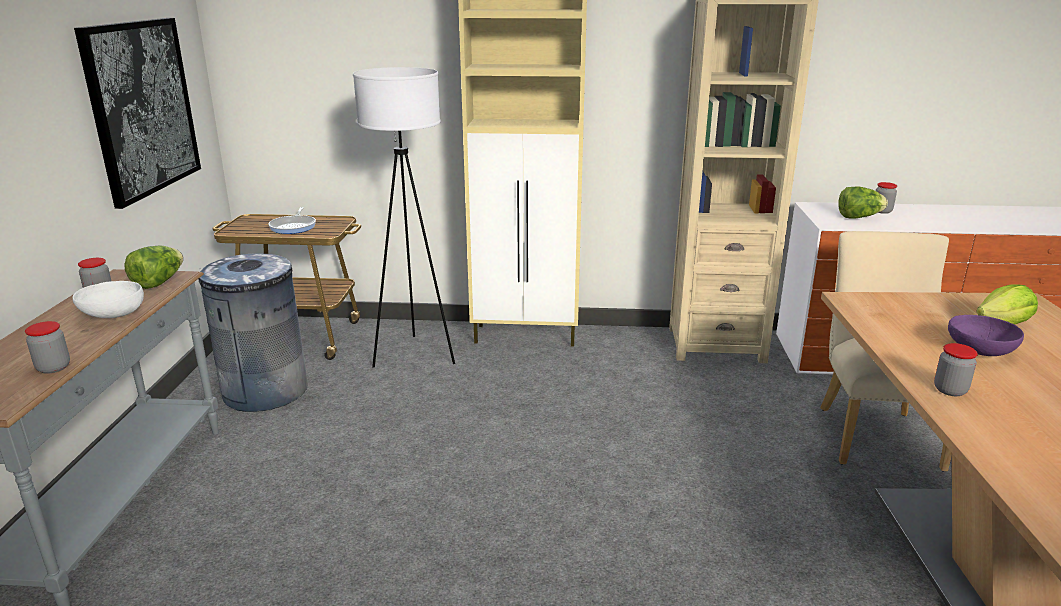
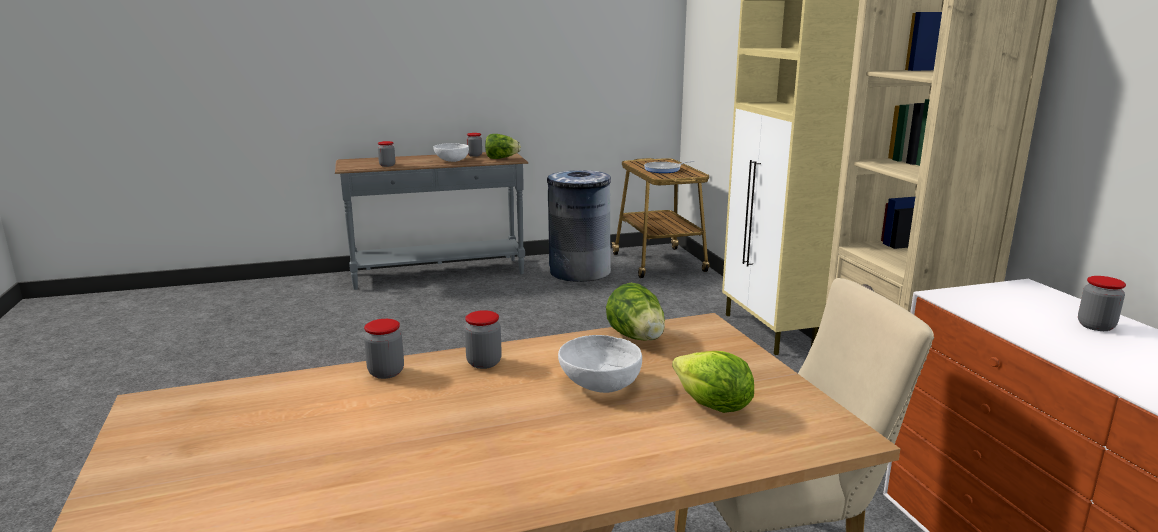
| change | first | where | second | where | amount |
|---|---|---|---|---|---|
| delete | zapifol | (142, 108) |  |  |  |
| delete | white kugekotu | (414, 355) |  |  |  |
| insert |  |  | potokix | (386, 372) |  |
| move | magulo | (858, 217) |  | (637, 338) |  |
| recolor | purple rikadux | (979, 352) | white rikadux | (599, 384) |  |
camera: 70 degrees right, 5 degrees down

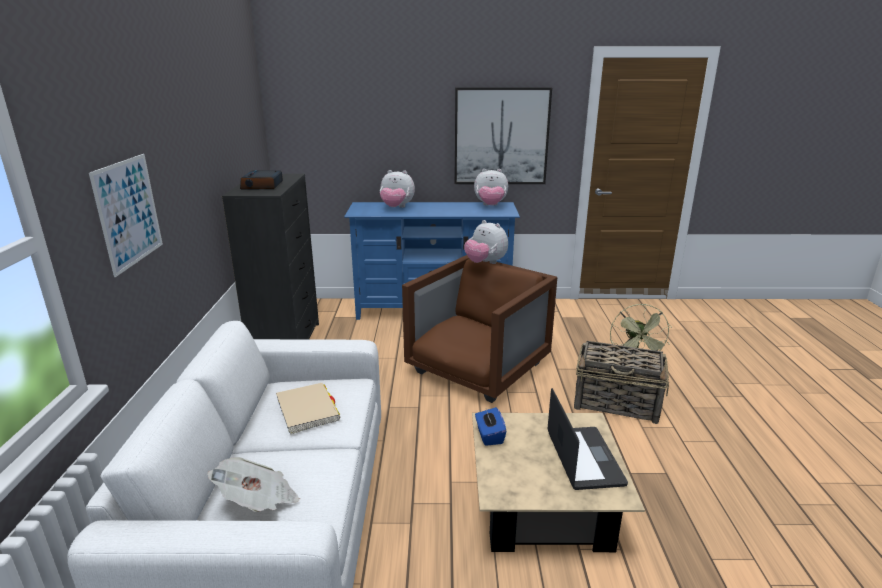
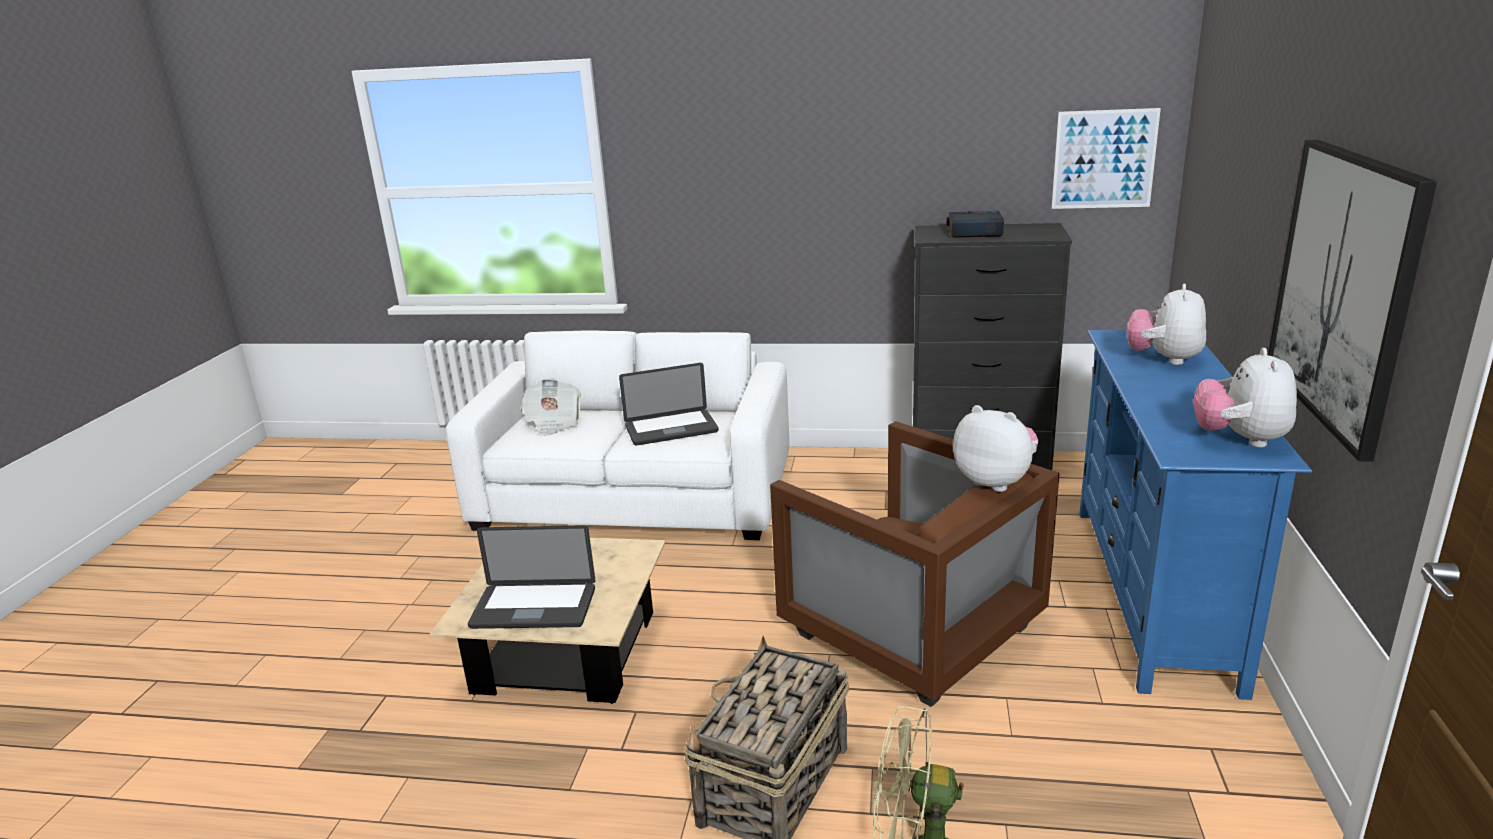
| change | first | where | second | where | amount |
|---|---|---|---|---|---|
| delete | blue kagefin | (489, 436) |  |  |  |
| move | zapifol | (129, 212) |  | (1104, 159) |  |
| replace | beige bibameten | (307, 410) | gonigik | (671, 429) |  |
| rotate | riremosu | (485, 263) |  | (995, 481) | 75 degrees clockwise |
camera: 100 degrees right, 0 degrees up

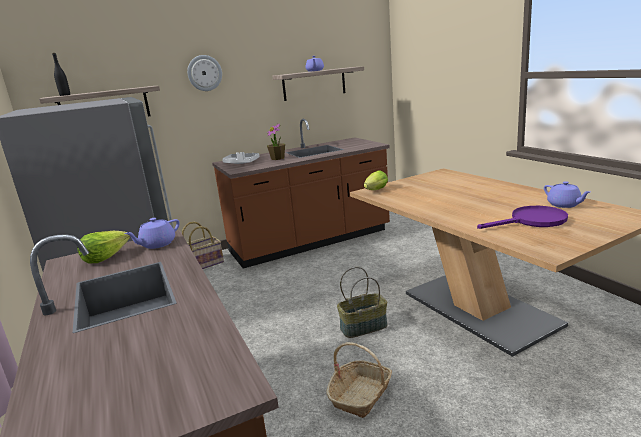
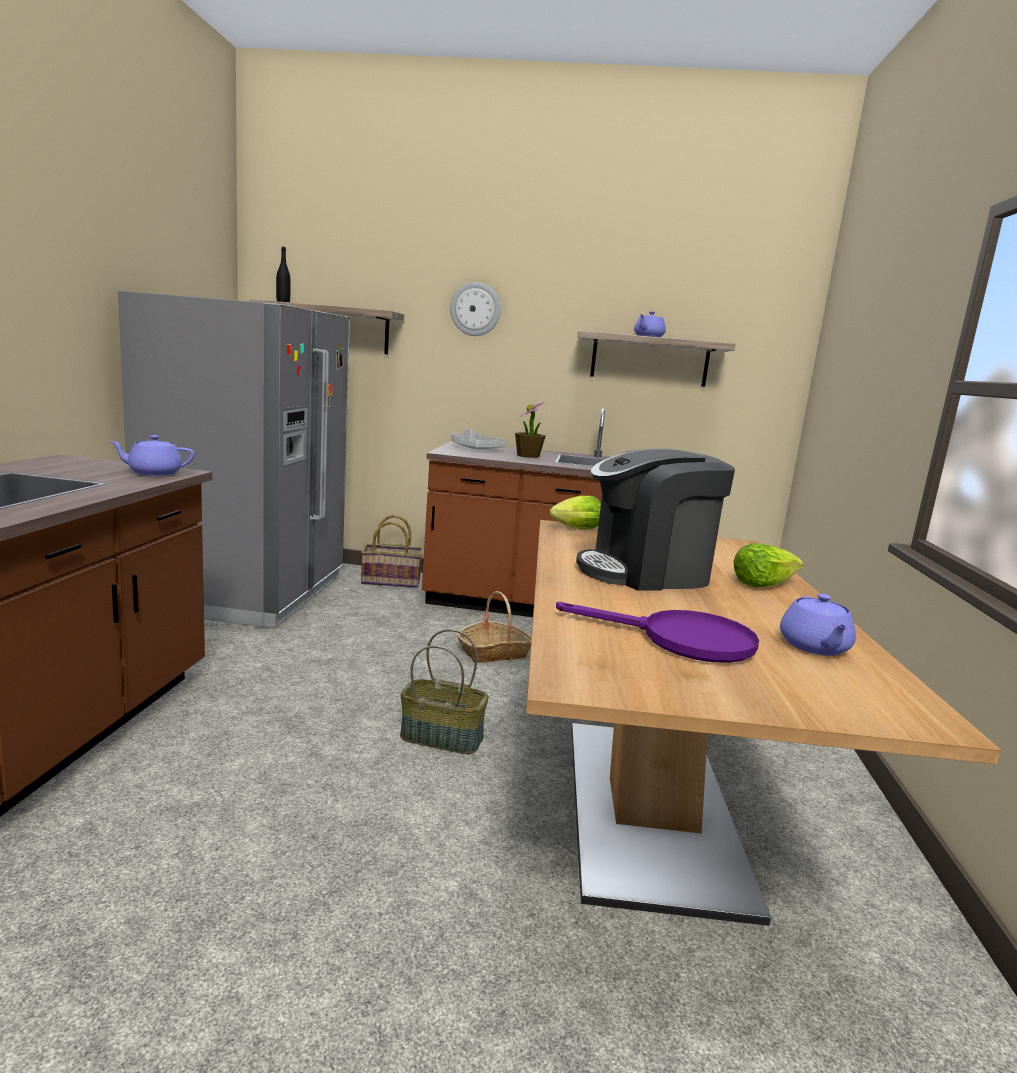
| change | first | where | second | where | amount |
|---|---|---|---|---|---|
| insert |  |  | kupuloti | (646, 572) |  |
| move | magulo | (105, 257) |  | (762, 584) |  |
| move | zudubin | (361, 395) |  | (494, 652) |  |
camera: 30 degrees right, 5 degrees down

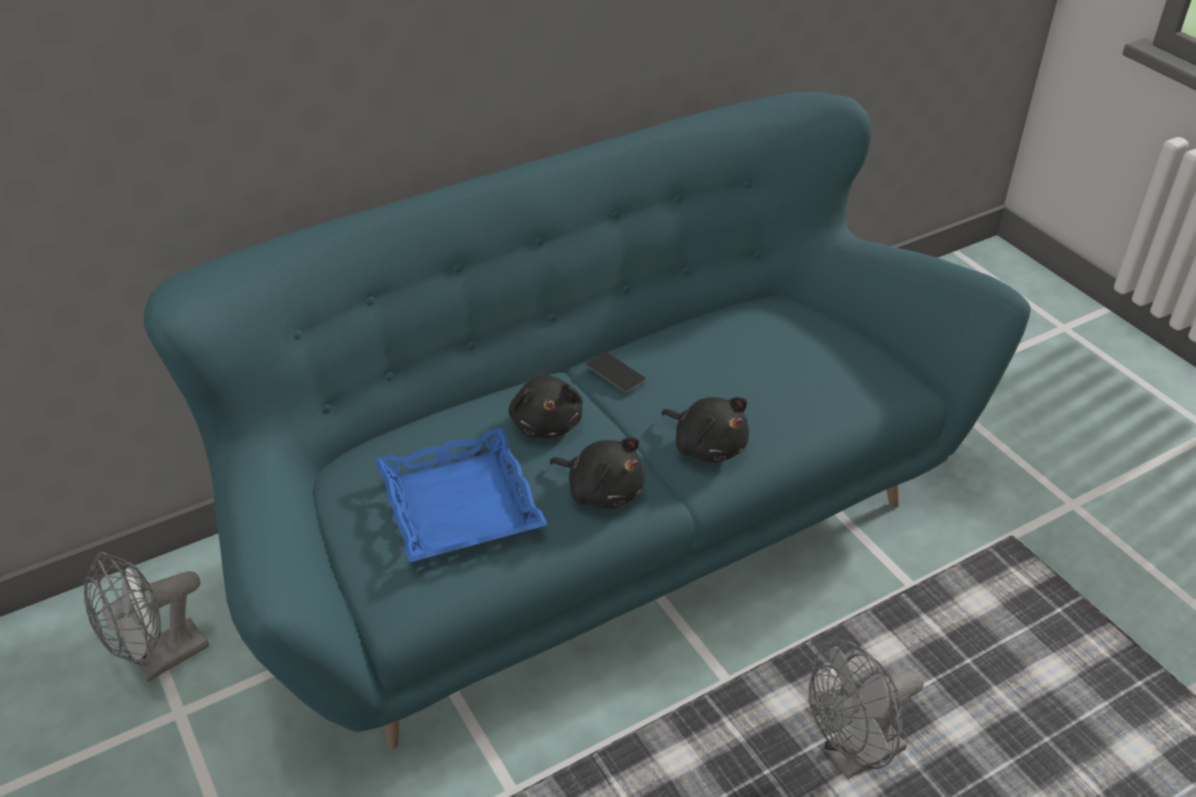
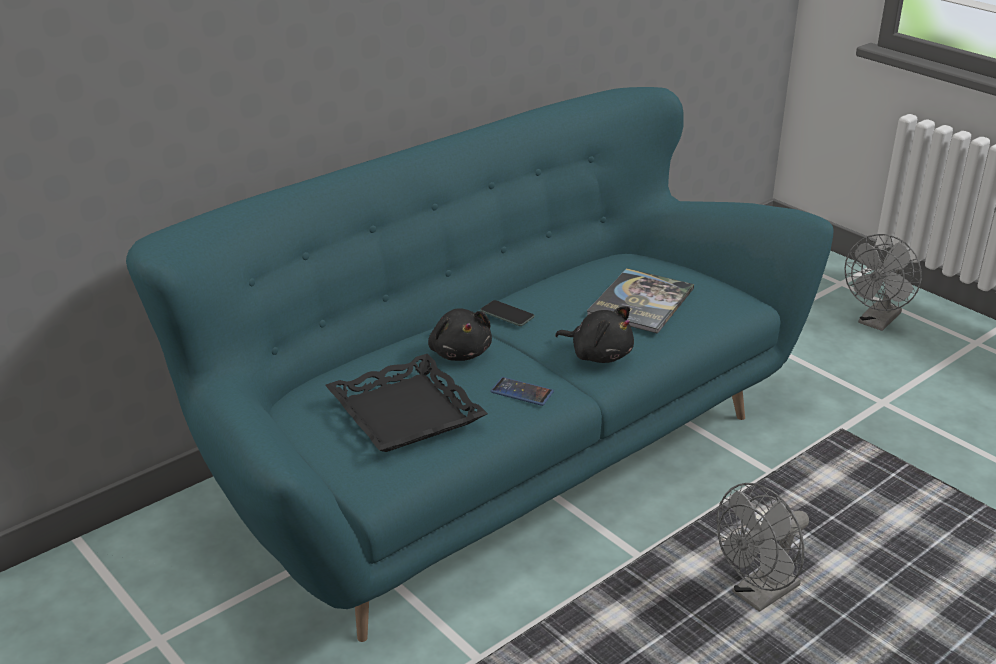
| change | first | where | second | where | amount |
|---|---|---|---|---|---|
| insert |  |  | bibameten | (641, 302) |  |
| move | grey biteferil | (159, 660) |  | (876, 322) |  |
| replace | black riremosu | (602, 490) | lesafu | (522, 392) |  |
| recolor | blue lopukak | (461, 504) | black lopukak | (407, 413) |  |
camera: 10 degrees left, 10 degrees down

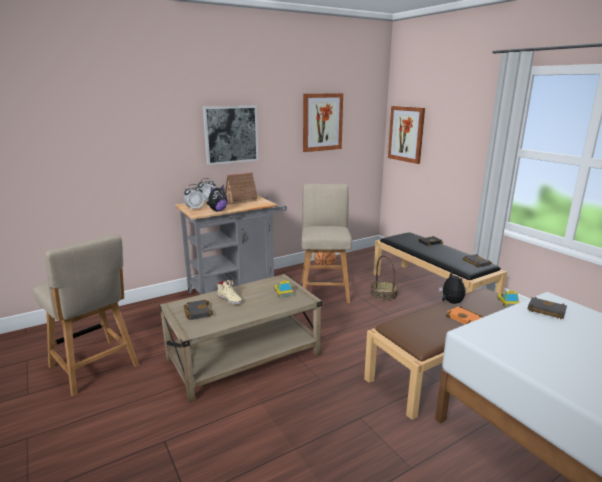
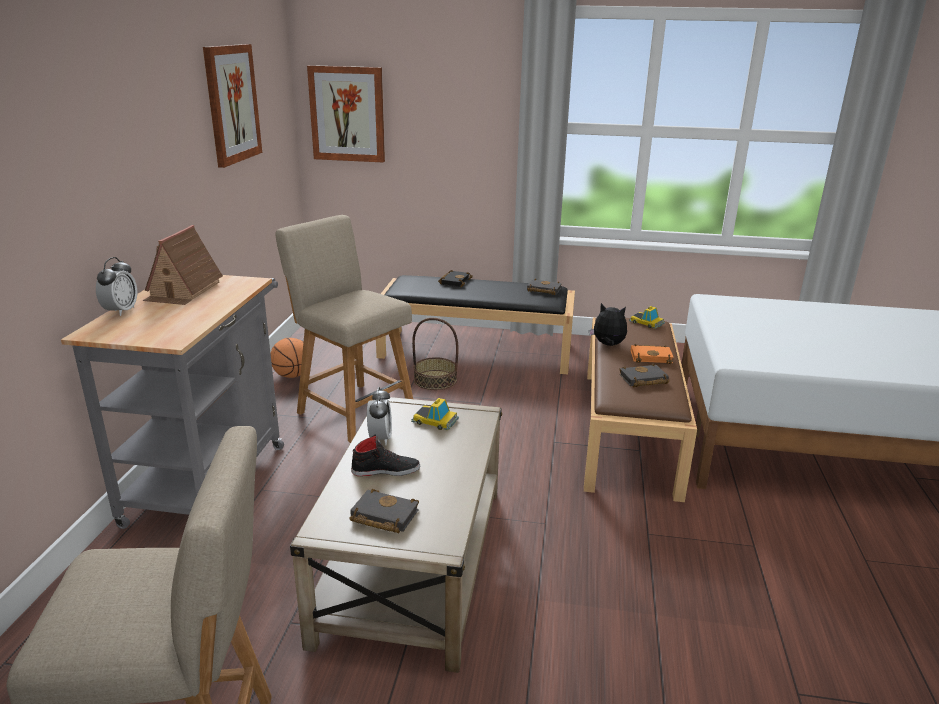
| change | first | where | second | where | amount |
|---|---|---|---|---|---|
| delete | zapifol | (231, 134) |  |  |  |
| delete | riremosu | (217, 210) |  |  |  |
| move | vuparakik | (194, 208) |  | (380, 439) |  |
| move | black bibameten | (545, 311) |  | (643, 380) |  |
| recolor | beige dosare | (230, 299) | black dosare | (386, 470) |  |
camera: 50 degrees left, 5 degrees up

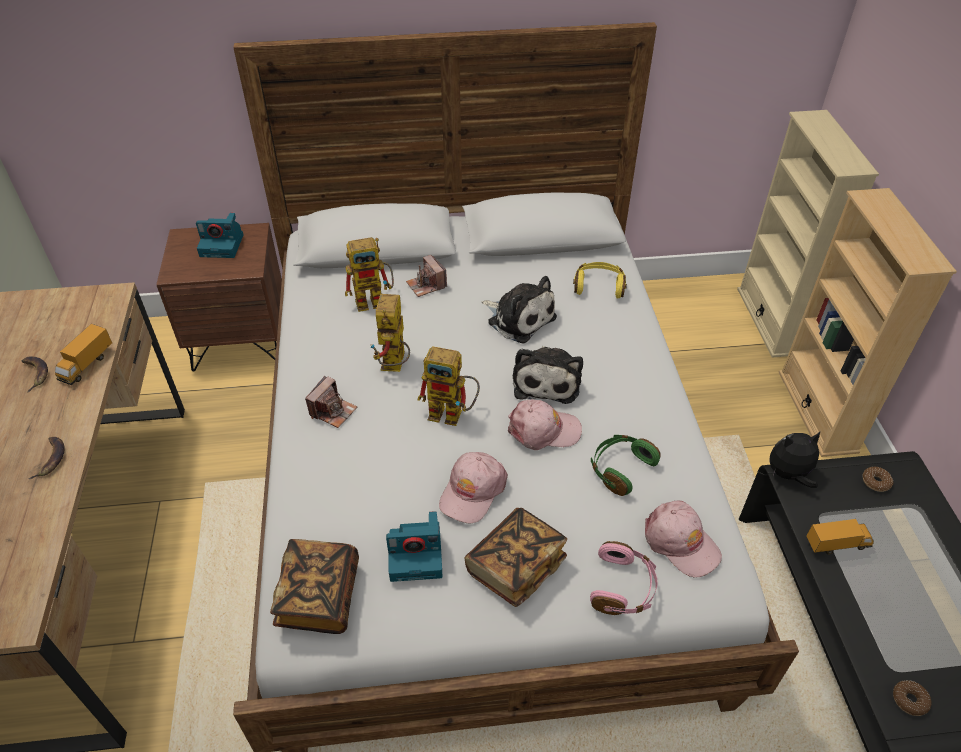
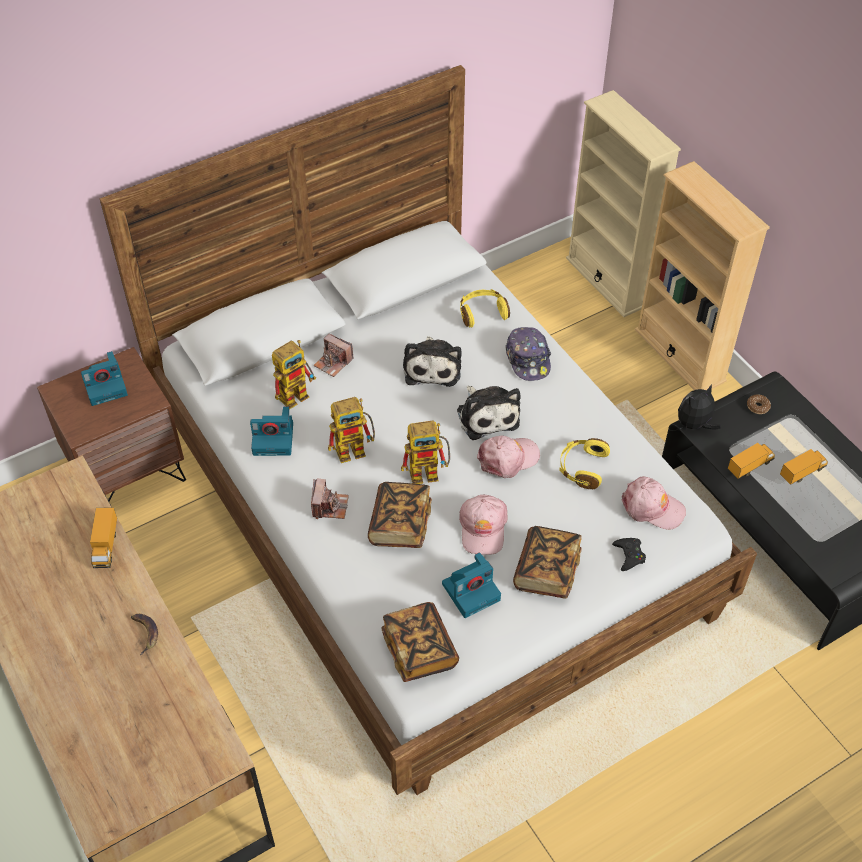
| change | first | where | second | where | amount |
|---|---|---|---|---|---|
| delete | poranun | (35, 373) |  |  |  |
| delete | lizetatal | (909, 700) |  |  |  |
| insert |  |  | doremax | (274, 438) |  |
| insert |  |  | bibameten | (400, 524) |  |
| insert |  |  | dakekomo | (528, 359) |  |
| insert |  |  | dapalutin | (802, 473) |  |
| replace | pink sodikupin | (623, 587) | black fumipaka | (629, 555) |  |
| recolor | green sodikupin | (620, 468) | yellow sodikupin | (582, 468) |  |
| rotate | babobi | (395, 366) |  | (356, 448) | 90 degrees counterclockwise |
| rotate | riremosu | (519, 318) |  | (432, 367) | 75 degrees clockwise |
camera: 25 degrees left, 5 degrees up

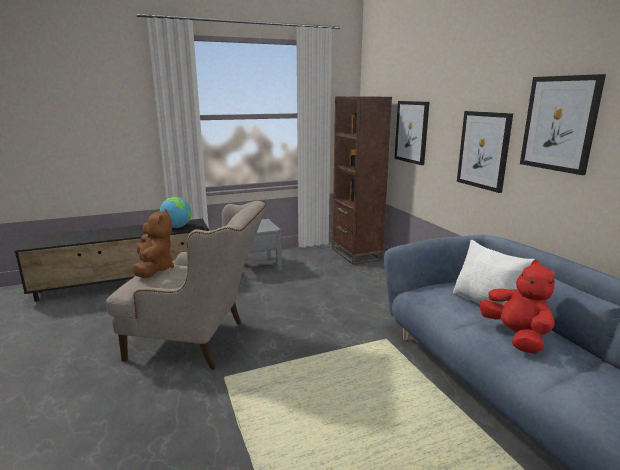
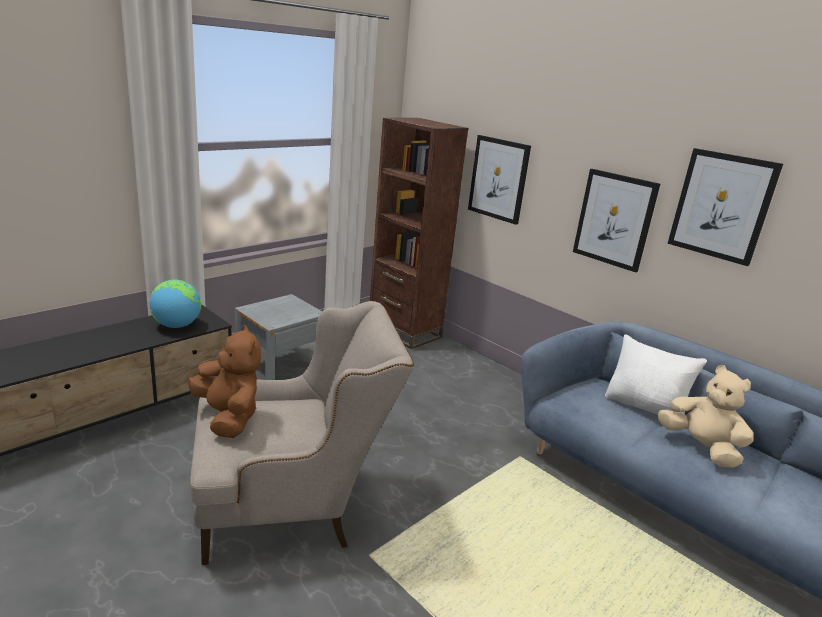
| change | first | where | second | where | amount |
|---|---|---|---|---|---|
| recolor | red riremosu | (516, 337) | beige riremosu | (700, 448) |  |
camera: 25 degrees left, 5 degrees up

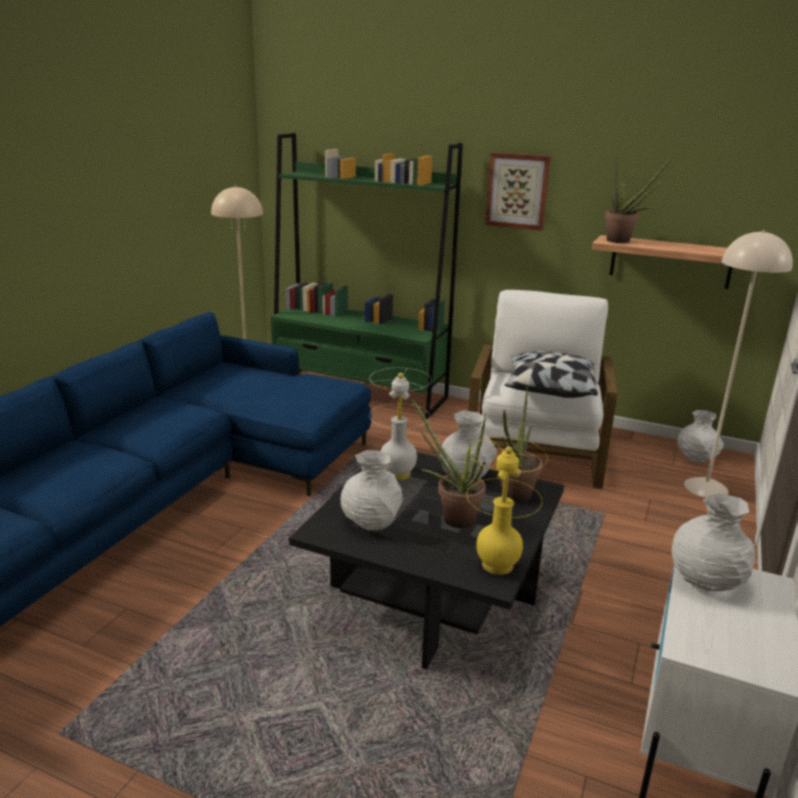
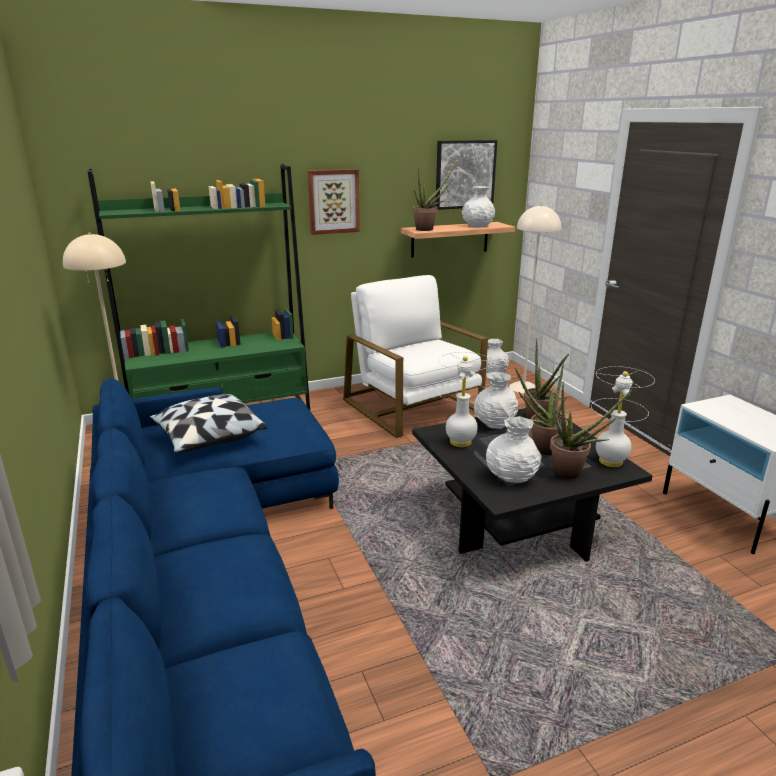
| change | first | where | second | where | amount |
|---|---|---|---|---|---|
| insert |  |  | zapifol | (465, 174) |  |
| insert |  |  | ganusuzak | (573, 474) |  |
| move | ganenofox | (549, 389) |  | (208, 438) |  |
| move | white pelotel | (704, 581) |  | (477, 226) |  |
| recolor | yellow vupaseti | (497, 565) | white vupaseti | (611, 461) |  |
camera: 45 degrees left, 0 degrees up

